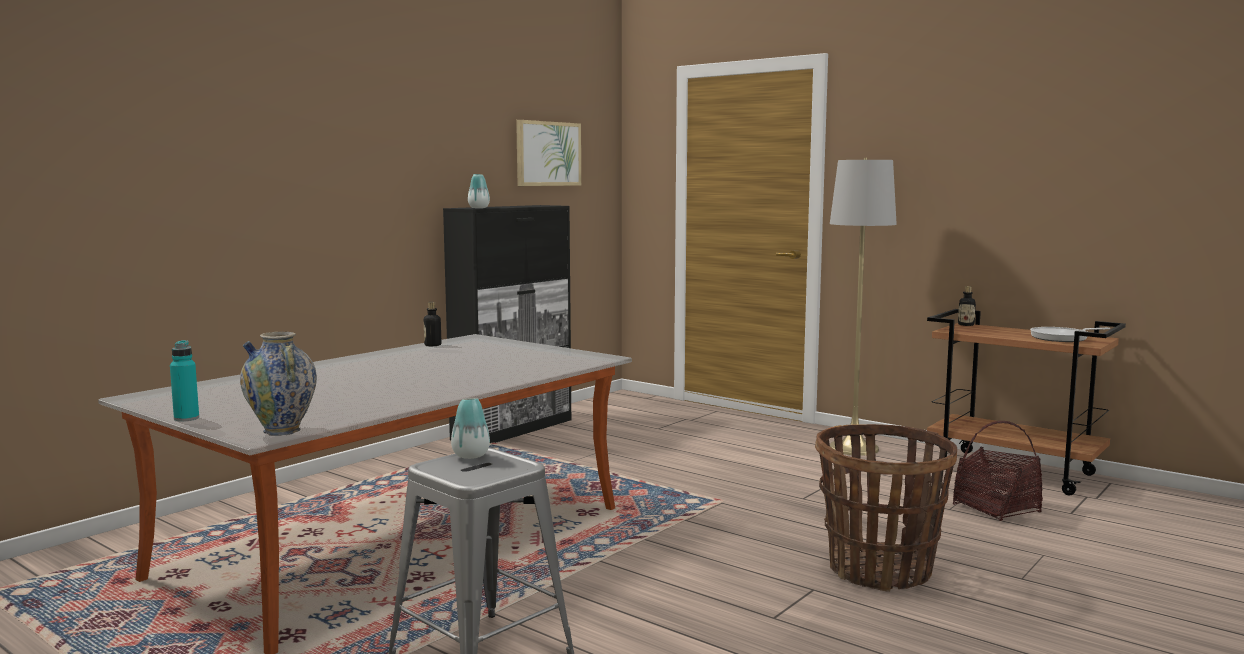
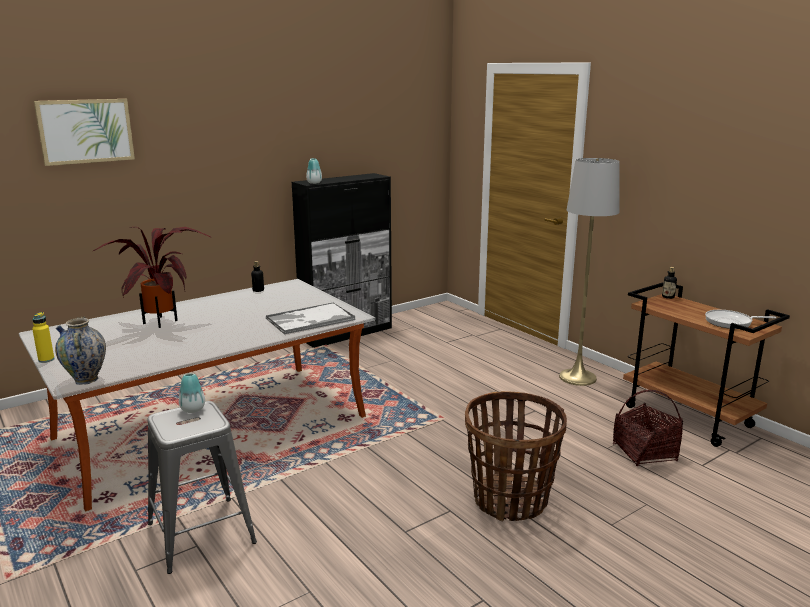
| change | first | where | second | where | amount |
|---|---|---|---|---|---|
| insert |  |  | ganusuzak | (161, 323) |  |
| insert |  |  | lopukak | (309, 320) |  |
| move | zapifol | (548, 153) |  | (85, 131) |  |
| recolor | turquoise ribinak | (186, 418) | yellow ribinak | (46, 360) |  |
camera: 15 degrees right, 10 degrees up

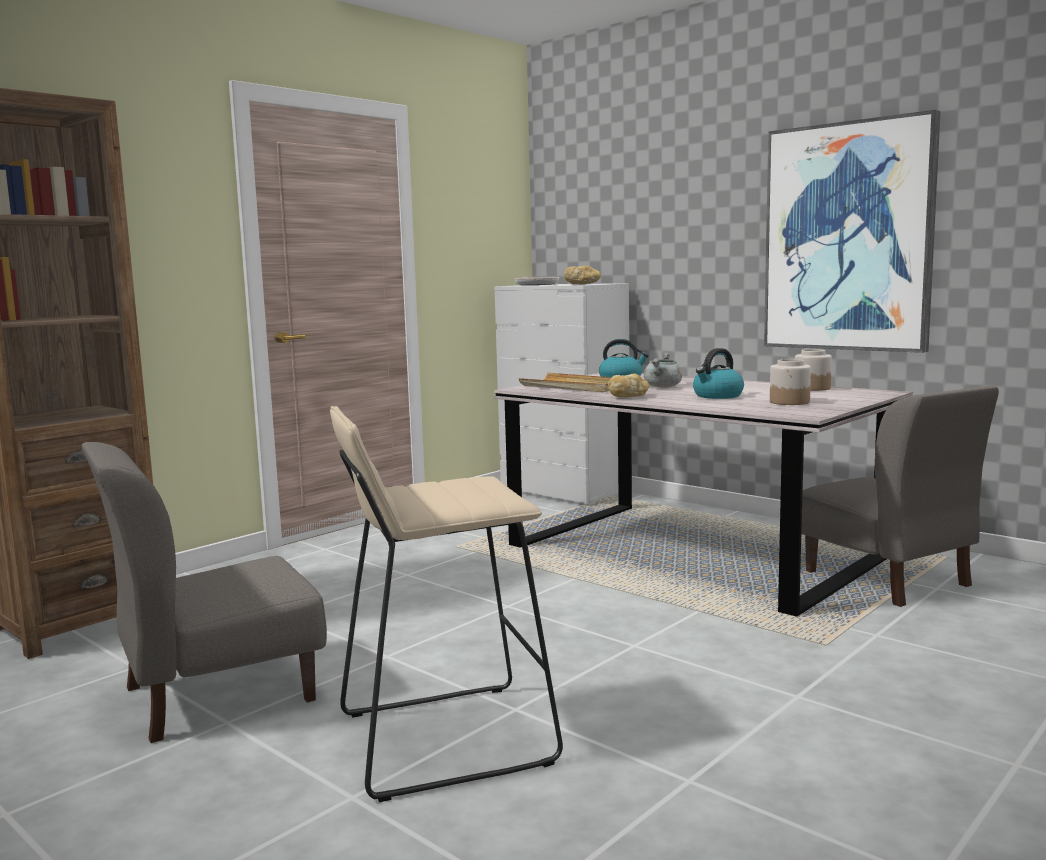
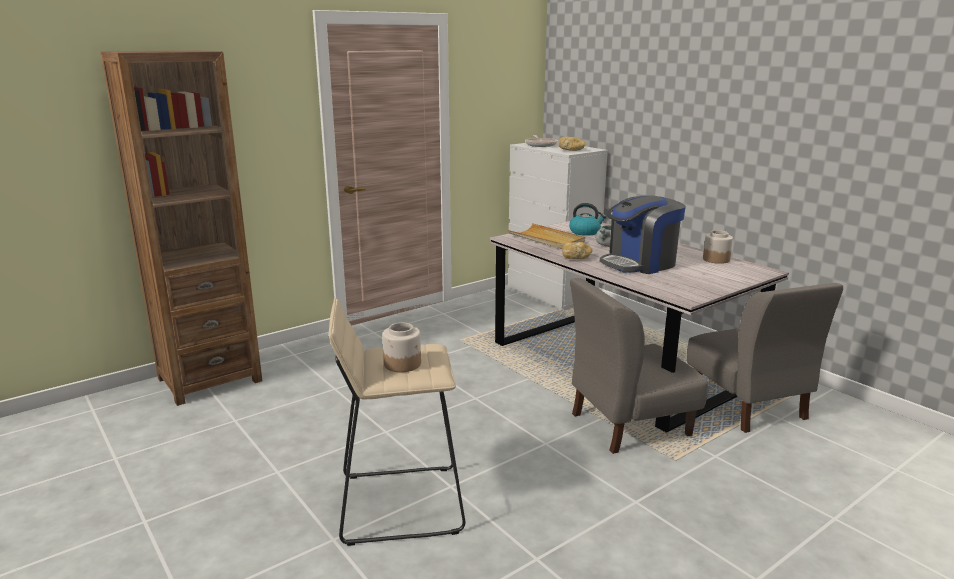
| change | first | where | second | where | amount |
|---|---|---|---|---|---|
| delete | zapifol | (848, 237) |  |  |  |
| move | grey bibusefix | (217, 693) |  | (629, 424) |  |
| move | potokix | (790, 402) |  | (403, 364) |  |
| replace | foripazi | (717, 396) | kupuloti | (640, 263) |  |
camera: 10 degrees right, 10 degrees up

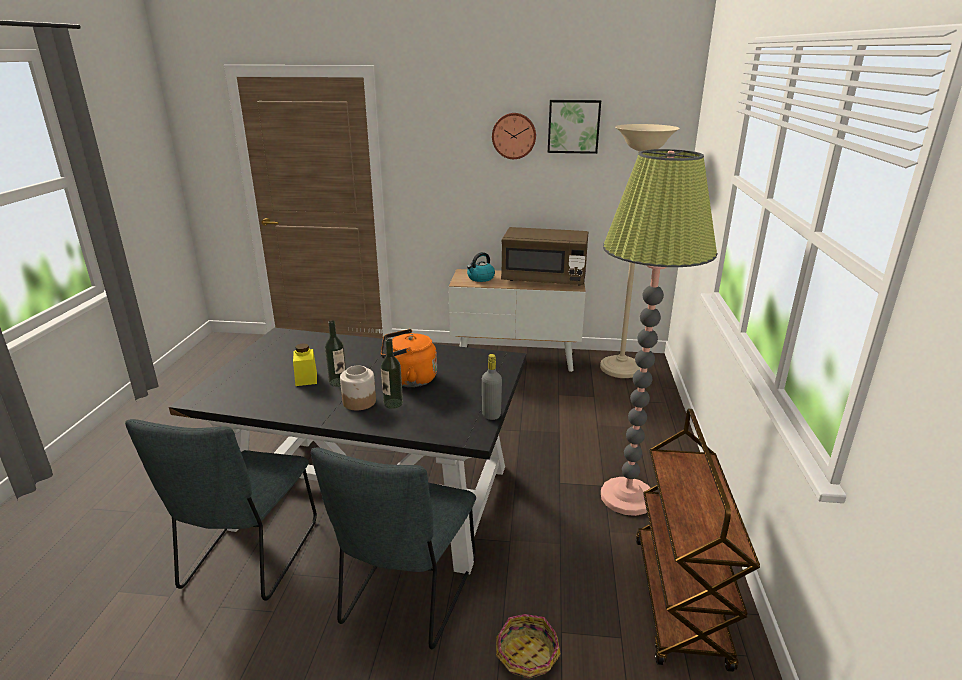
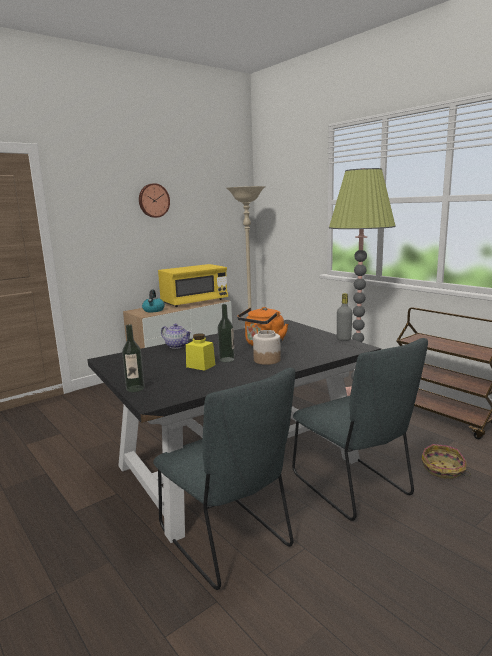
| change | first | where | second | where | amount |
|---|---|---|---|---|---|
| delete | zapifol | (573, 126) |  |  |  |
| insert |  |  | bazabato | (177, 346) |  |
| move | ribinak | (393, 403) |  | (135, 388) |  |
| recolor | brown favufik | (544, 279) | yellow favufik | (194, 302) |  |
camera: 45 degrees left, 10 degrees down

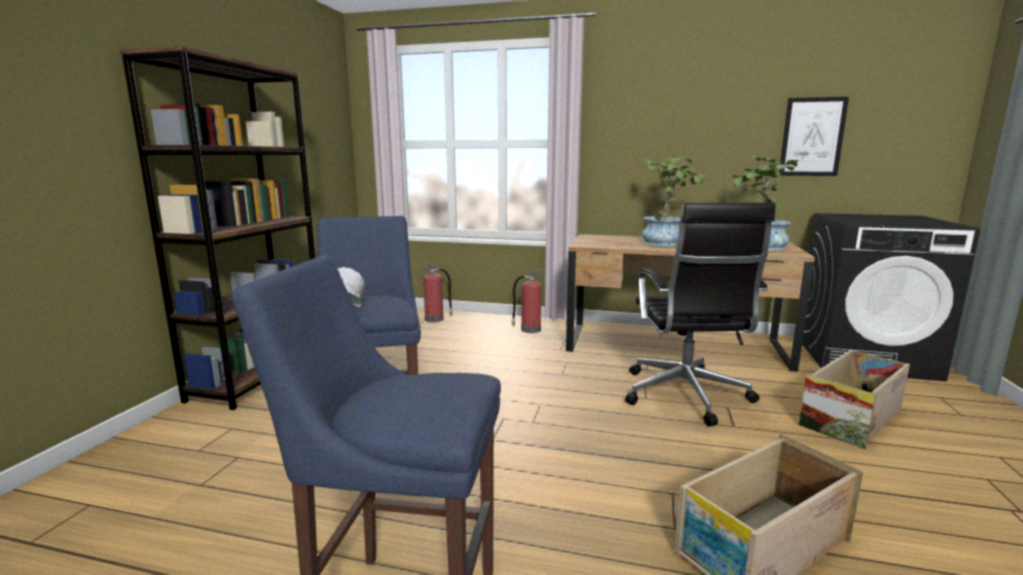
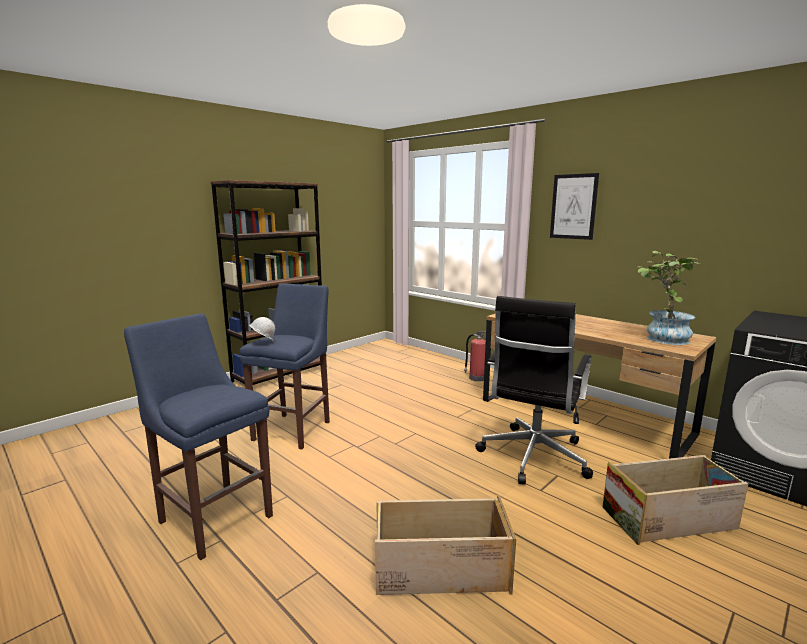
| change | first | where | second | where | amount |
|---|---|---|---|---|---|
| delete | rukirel | (435, 319) |  |  |  |
| delete | ganusuzak | (667, 242) |  |  |  |
| move | zapifol | (812, 137) |  | (573, 206) |  |
camera: 30 degrees right, 0 degrees up

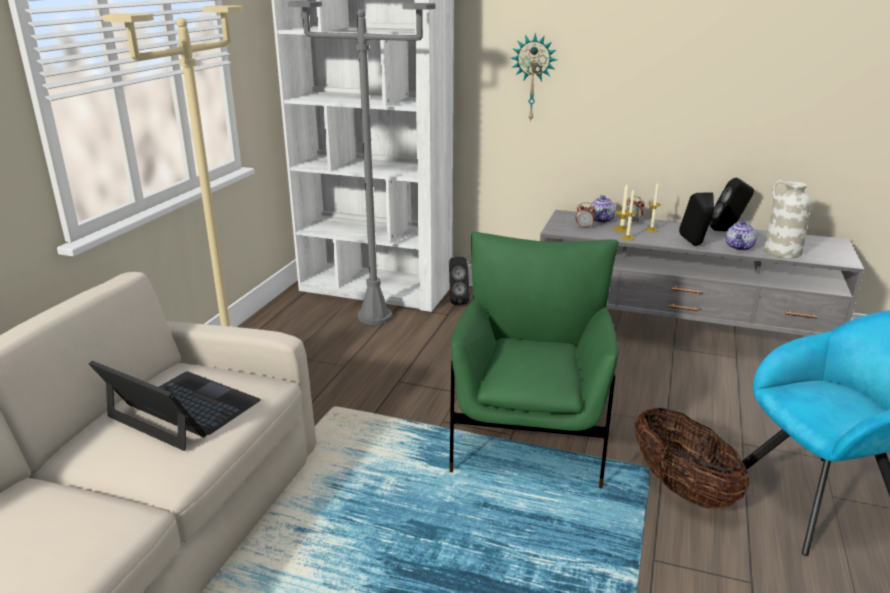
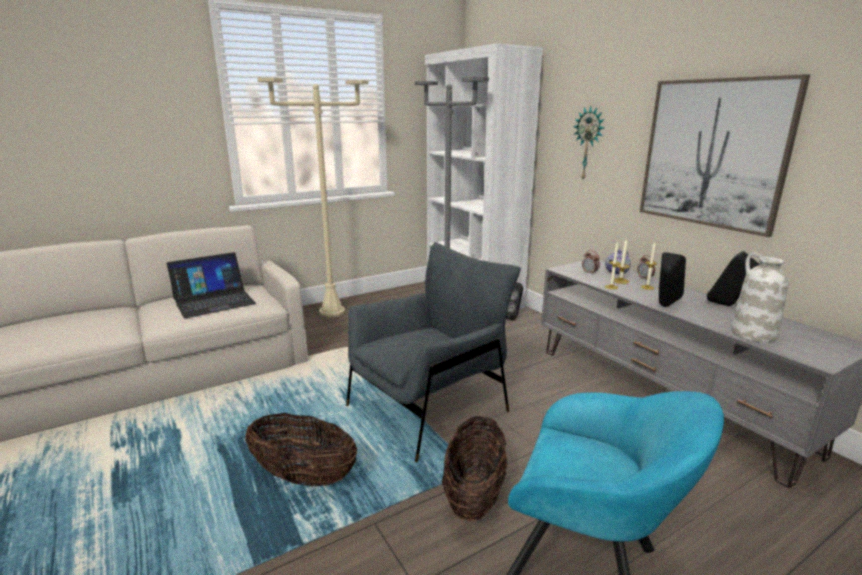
| change | first | where | second | where | amount |
|---|---|---|---|---|---|
| delete | bazabato | (739, 247) |  |  |  |
| insert |  |  | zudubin | (303, 477) |  |
| insert |  |  | zapifol | (713, 153) |  |
| recolor | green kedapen | (529, 432) | grey kedapen | (428, 408) |  |
| rotate | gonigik | (183, 410) |  | (214, 301) | 75 degrees clockwise |
camera: 40 degrees right, 5 degrees down

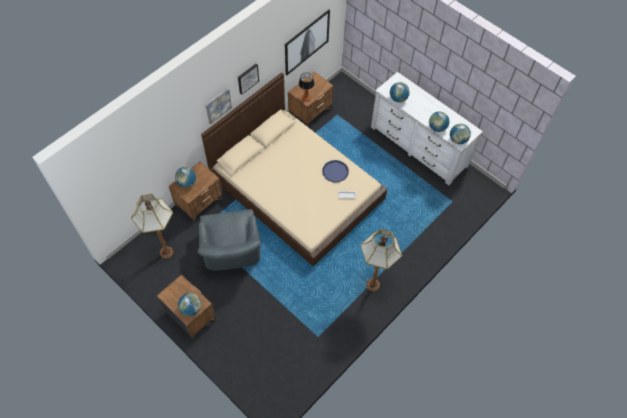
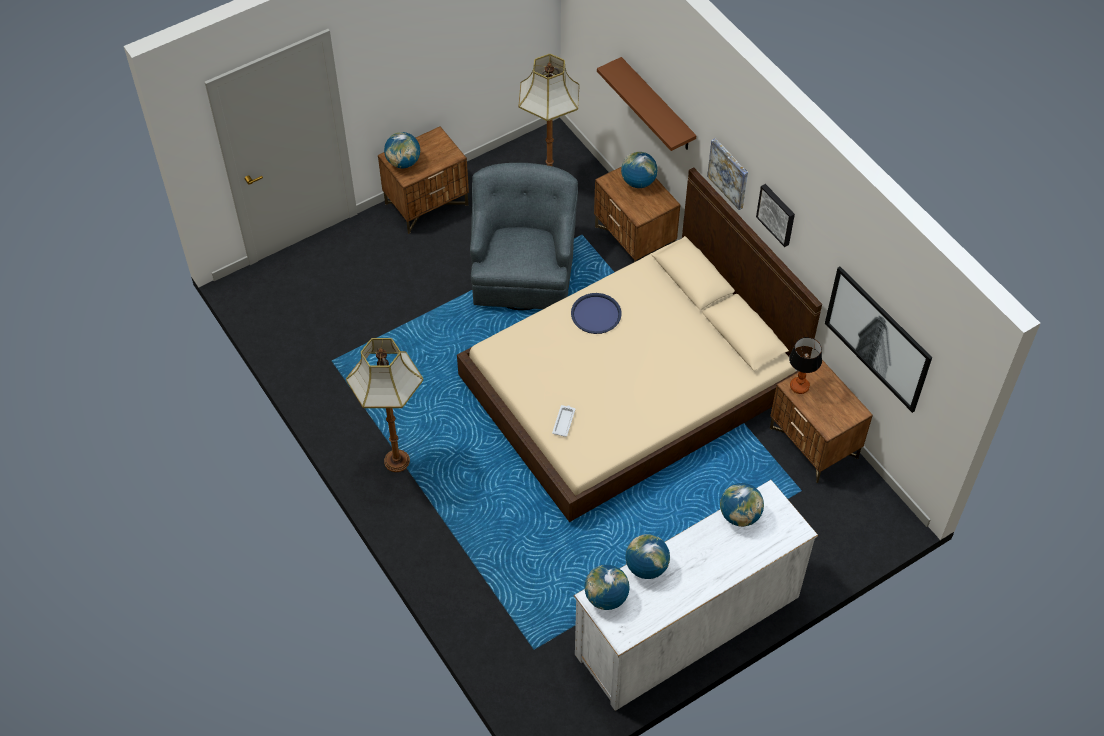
| change | first | where | second | where | amount |
|---|---|---|---|---|---|
| insert |  |  | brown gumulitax | (657, 105) |  |
| move | blue lopukak | (335, 171) |  | (596, 314) |  |
| rotate | grey kedapen | (232, 252) |  | (523, 270) | 90 degrees clockwise |
camera: 105 degrees right, 5 degrees down

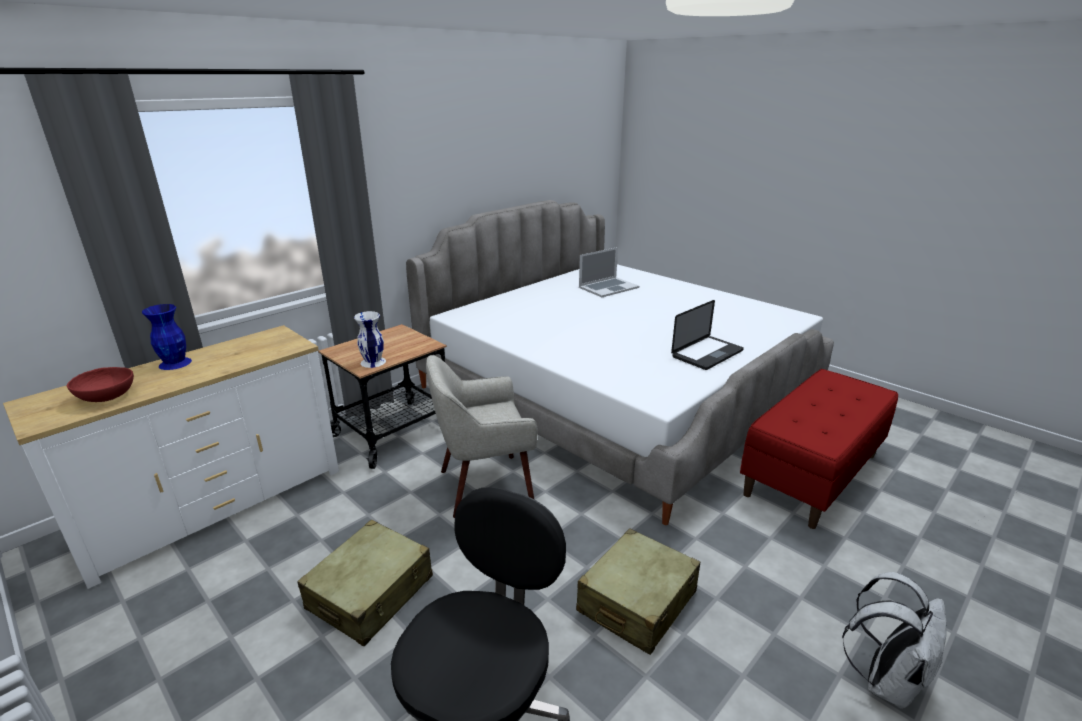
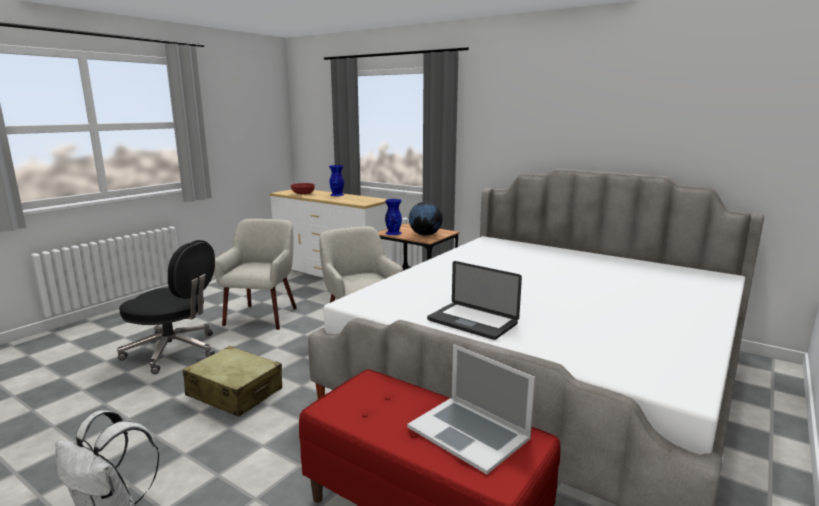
| change | first | where | second | where | amount |
|---|---|---|---|---|---|
| insert |  |  | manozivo | (425, 235) |  |
| move | gonigik | (608, 287) |  | (468, 432) |  |
| replace | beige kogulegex | (371, 593) | beige kedapen | (262, 316) |  |
| recolor | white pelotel | (372, 362) | blue pelotel | (393, 233) |  |
camera: 80 degrees right, 10 degrees down

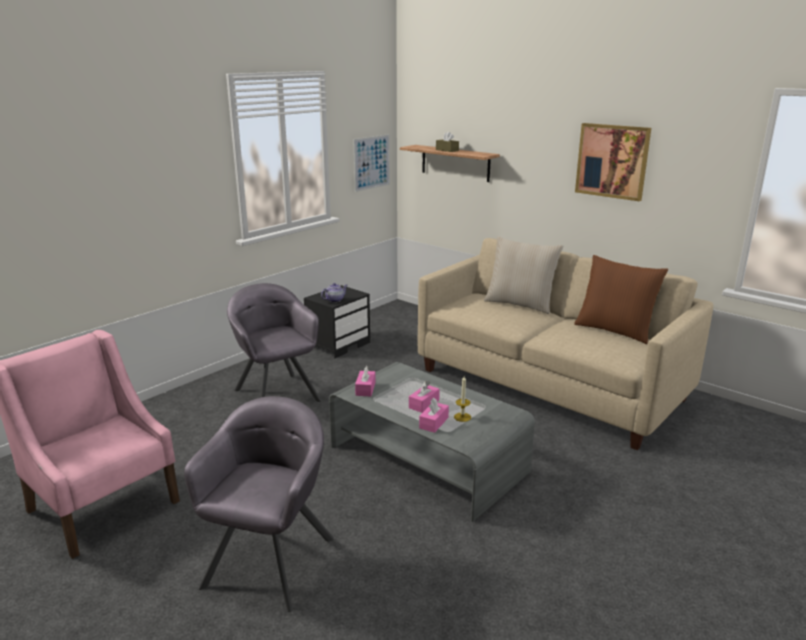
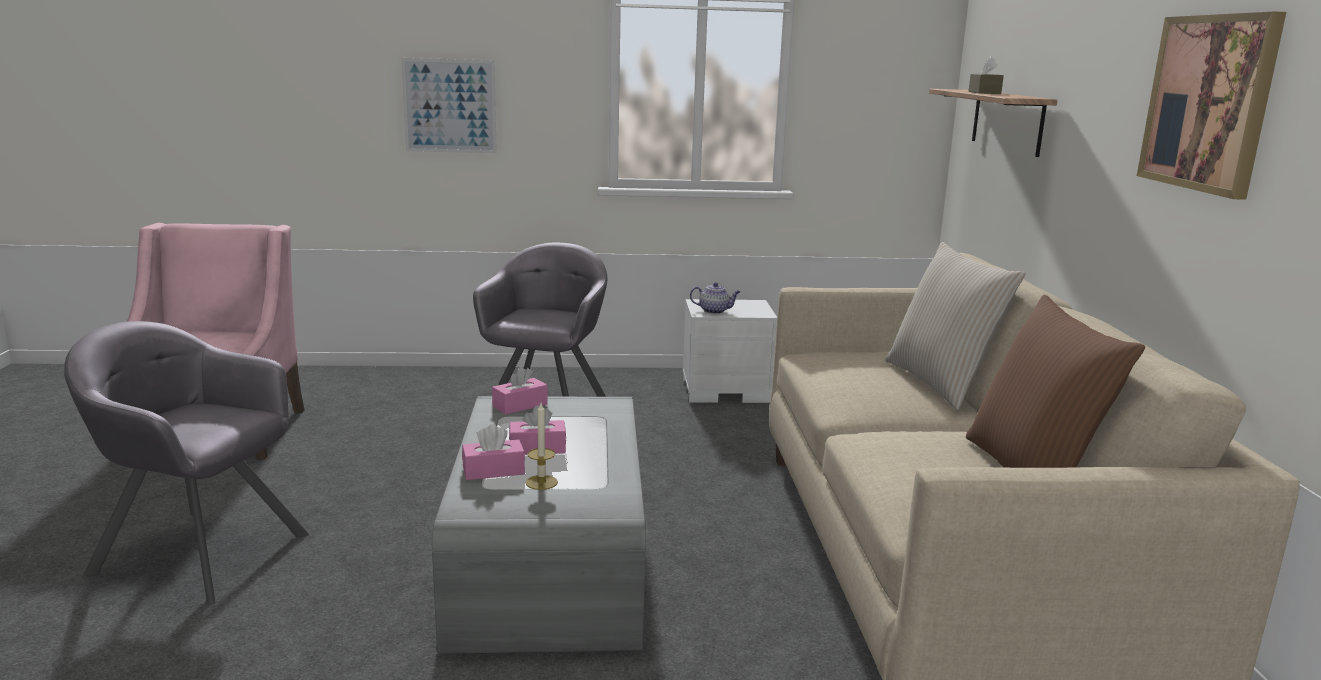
| change | first | where | second | where | amount |
|---|---|---|---|---|---|
| move | zapifol | (372, 162) |  | (449, 106) |  |
| recolor | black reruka | (338, 344) | white reruka | (726, 390) |  |
| rotate | grey kedapen | (271, 561) |  | (200, 552) | 135 degrees counterclockwise |
camera: 45 degrees right, 5 degrees down

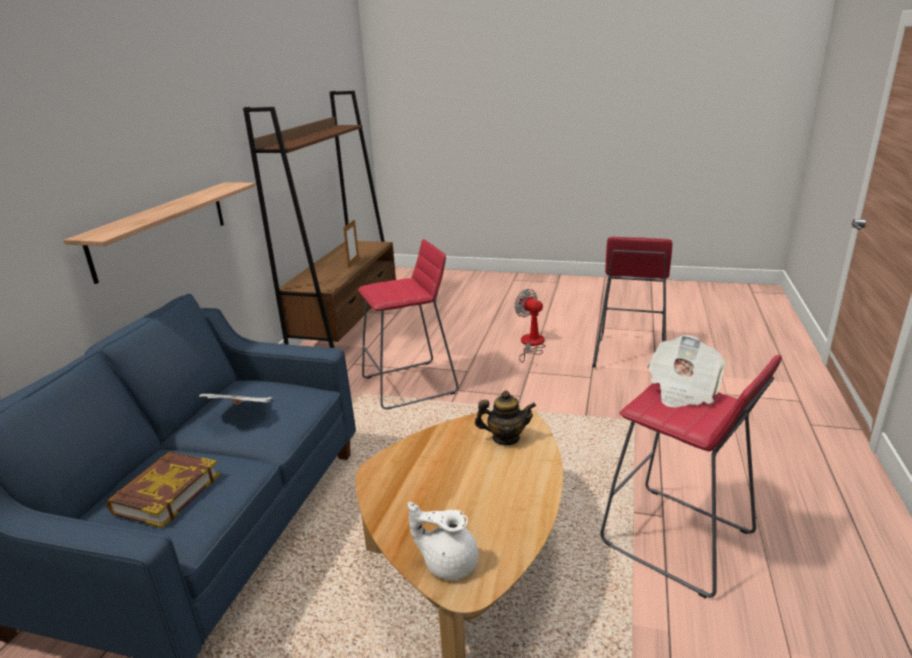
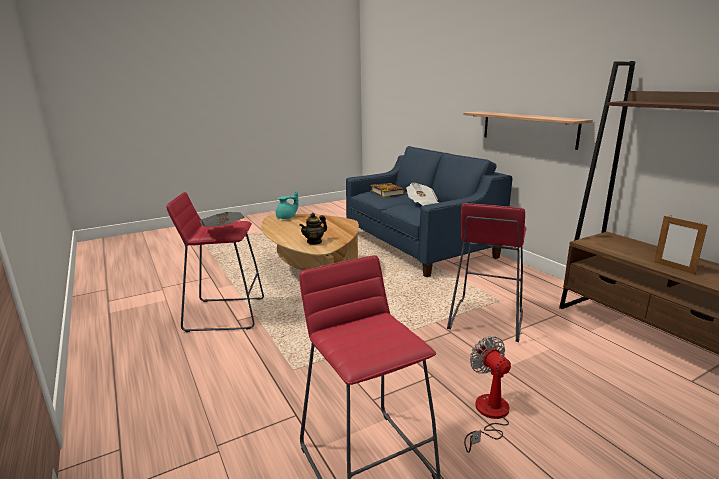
| change | first | where | second | where | amount |
|---|---|---|---|---|---|
| recolor | white bazabato | (448, 563) | turquoise bazabato | (287, 217) |  |
| rotate | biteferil | (531, 344) |  | (488, 415) | 120 degrees counterclockwise |
camera: 135 degrees right, 5 degrees down

